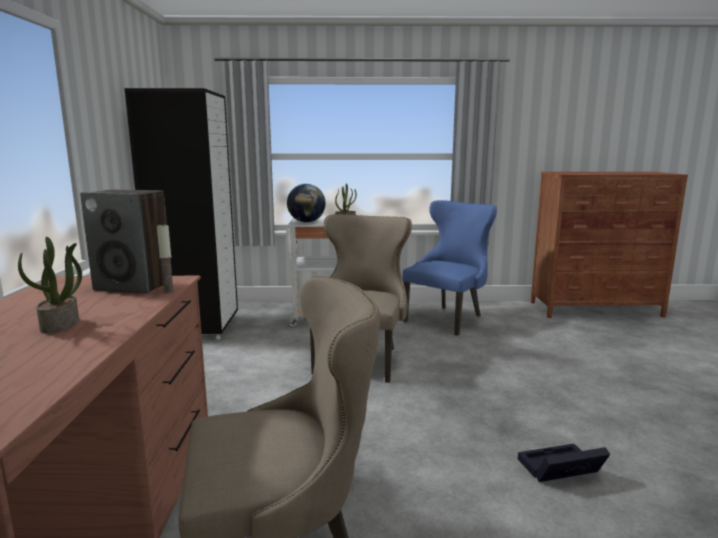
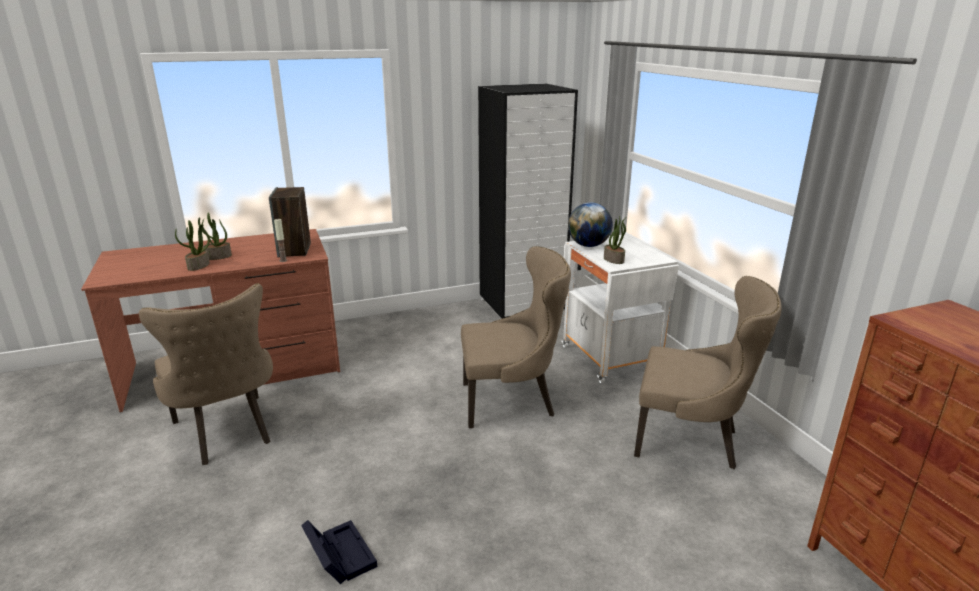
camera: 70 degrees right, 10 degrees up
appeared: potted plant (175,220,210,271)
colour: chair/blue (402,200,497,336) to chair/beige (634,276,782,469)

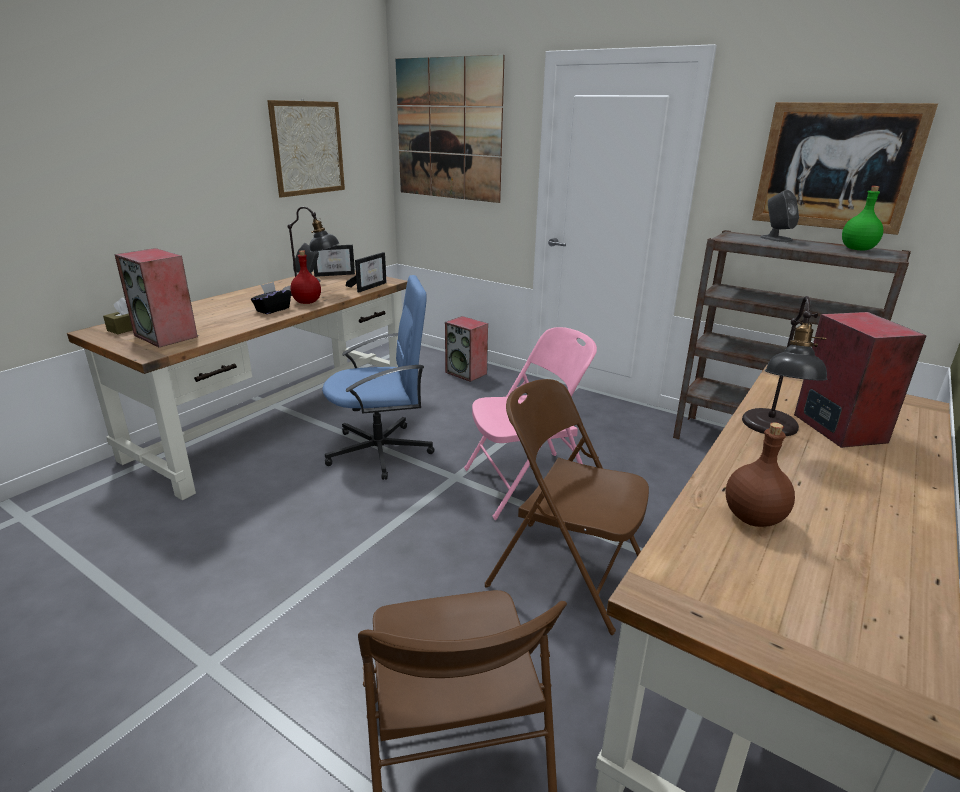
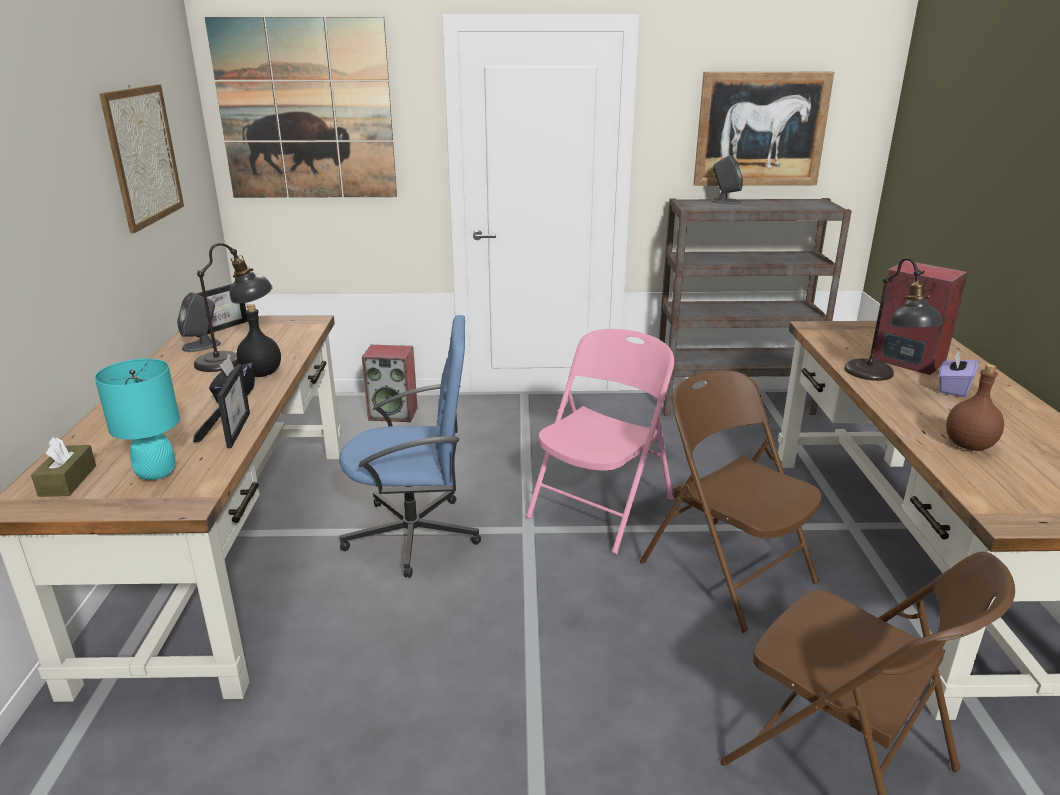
camera: 35 degrees left, 0 degrees up
missing: bottle/green (842,186,883,250)
appeared: tissue box/purple (939,350,978,397)
relocated: picture frame (346,252,387,292) to (193,364,250,448)
exchanged: speaker (114,248,198,347) to table lamp/turquoise (95,359,180,480)
colour: bottle/red (291,250,321,304) to bottle/black (237,304,281,377)
spun: office chair/blue (322,275,435,480) = (339,315,481,578) 45 degrees clockwise; chair/brown (485,379,649,636) = (640,370,822,633) 60 degrees clockwise

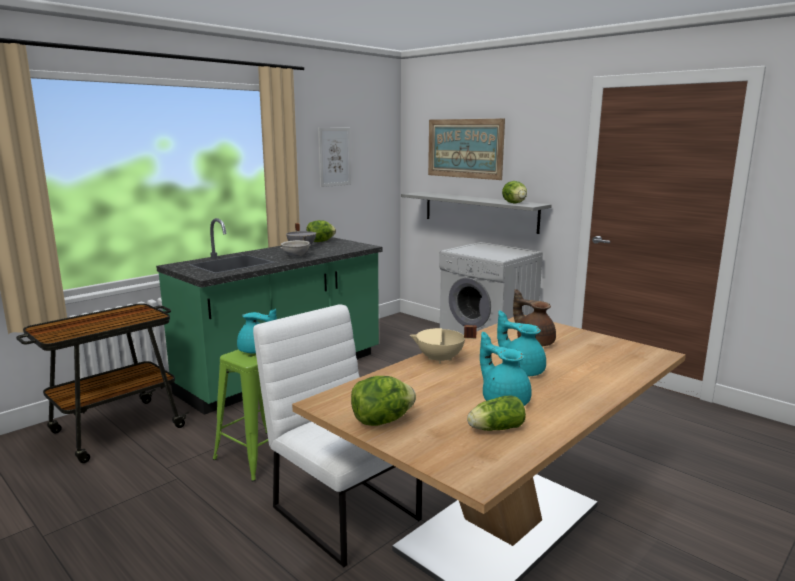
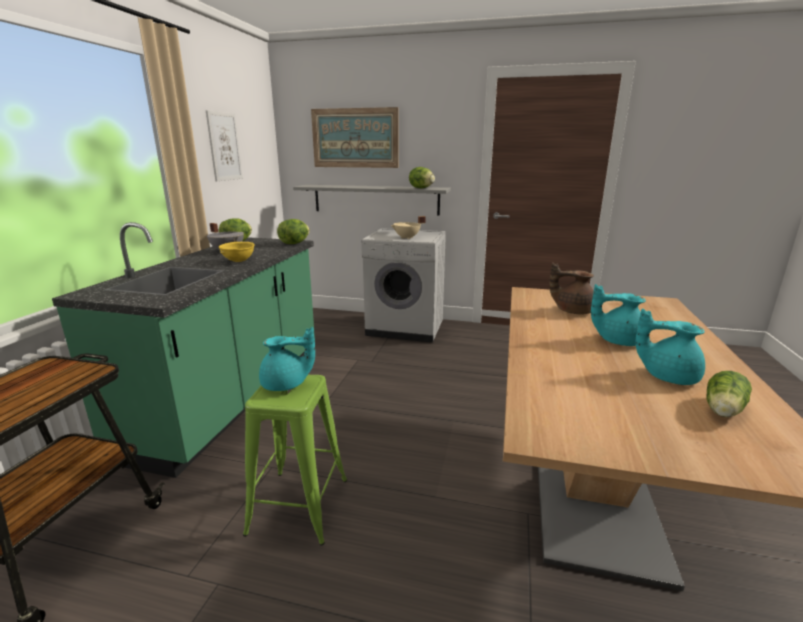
camera: 30 degrees left, 5 degrees up
missing: chair/white (253,304,422,567)
relocated: lettuce (351,376,416,426) to (277,219,310,244); cooking pot/beige (410,325,477,364) to (391,216,426,239)
colour: bowl/grey (280,240,311,257) to bowl/yellow (219,242,255,262)

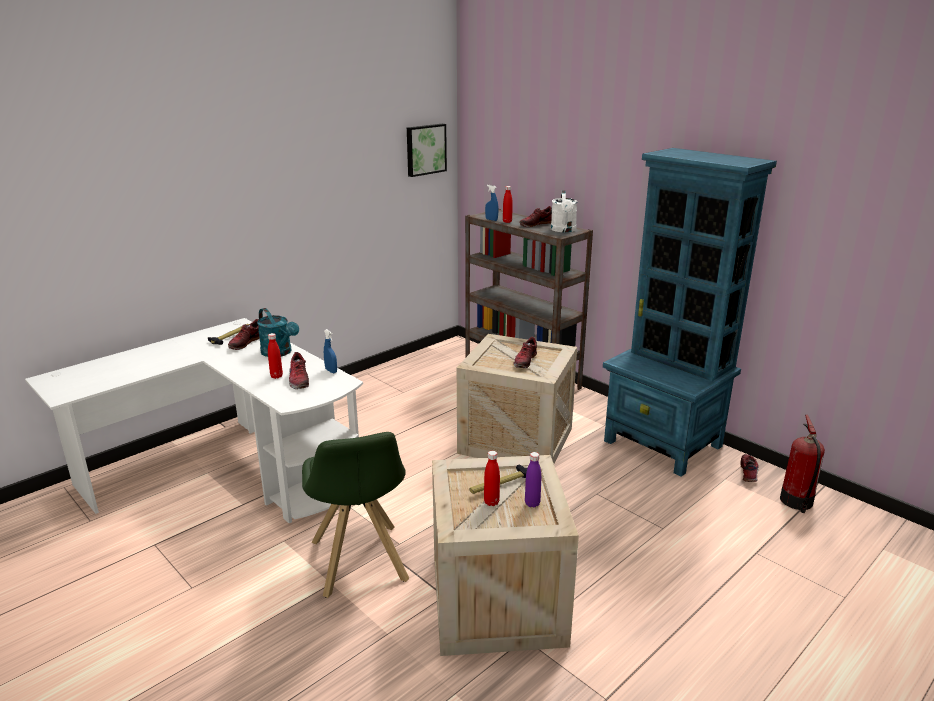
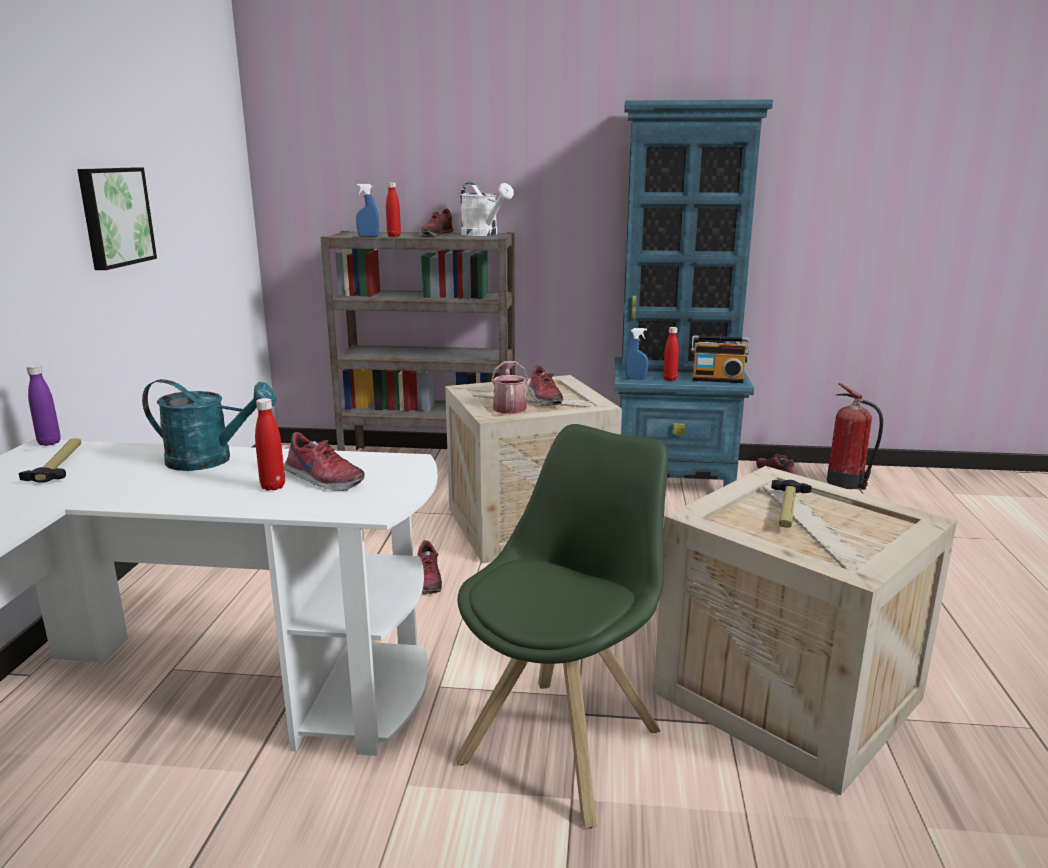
camera: 40 degrees left, 5 degrees down
appeared: watering can (491,361,528,414); radio (691,335,749,383)
relocated: shoe (228,319,260,350) to (417,540,442,595); spray bottle/blue (324,329,337,373) to (625,328,648,380); picture (407,124,447,177) to (77,168,157,270); bottle/red (484,451,500,506) to (663,327,679,381); bottle/purple (525,452,541,508) to (27,365,61,446)
spun: chair/green (302,432,409,598) = (456,424,668,828) 90 degrees counterclockwise

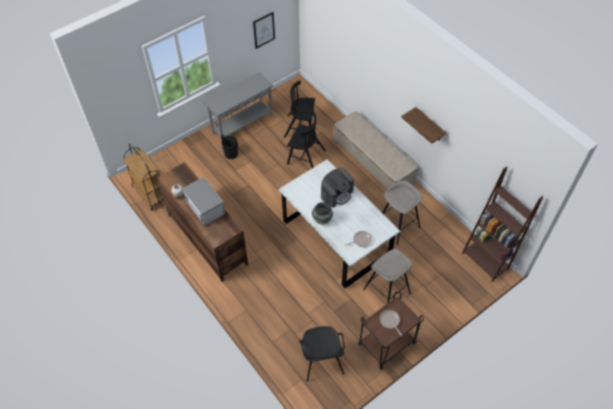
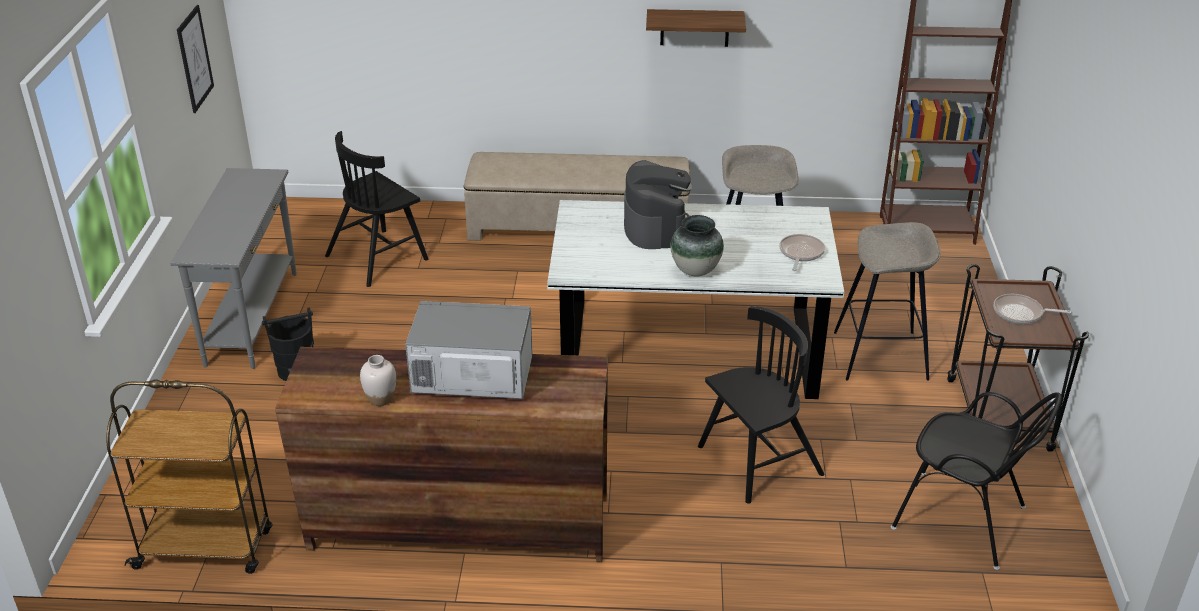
camera: 50 degrees left, 20 degrees down
relocated: chair/black (287,112,326,168) to (698,306,824,504)

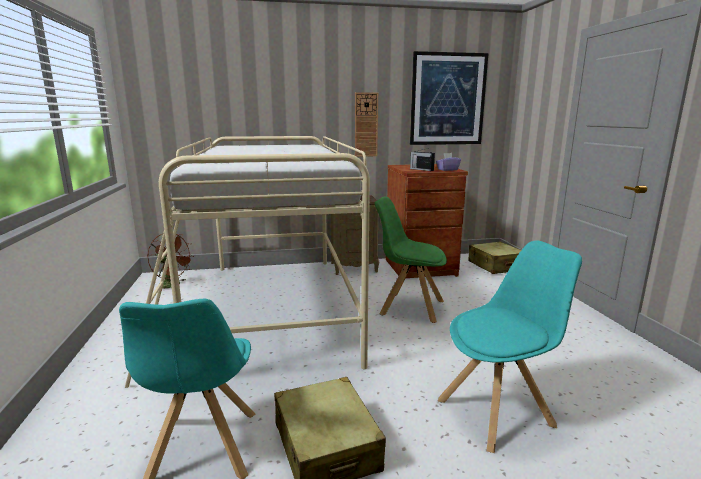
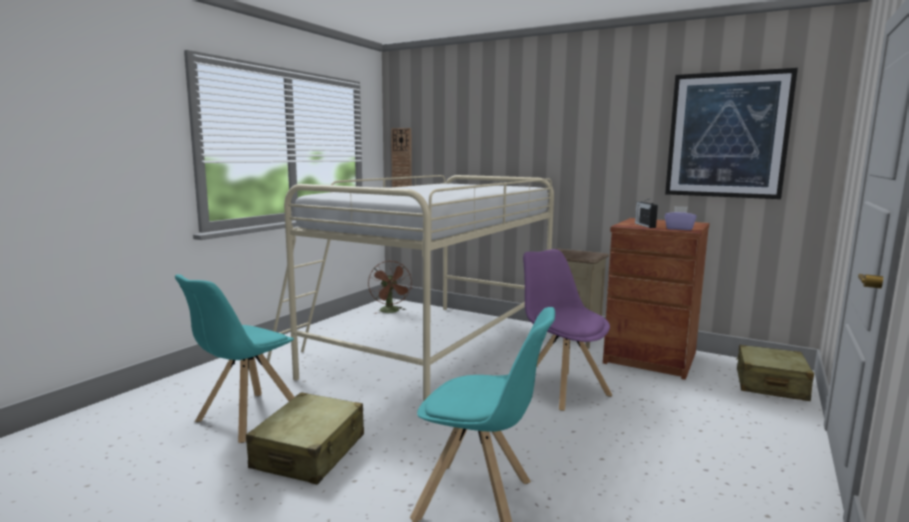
camera: 40 degrees right, 5 degrees down
relocated: wall clock (355,92,378,157) to (391,128,412,187)
colour: chair/green (374,196,447,323) to chair/purple (523,249,612,411)

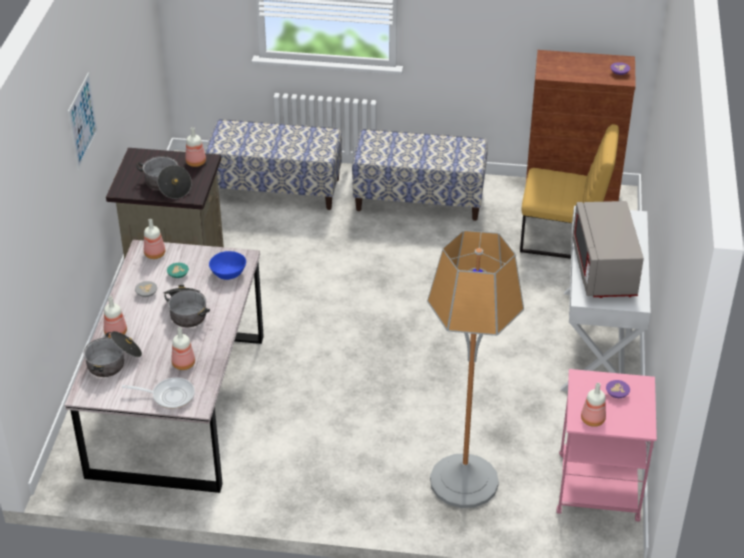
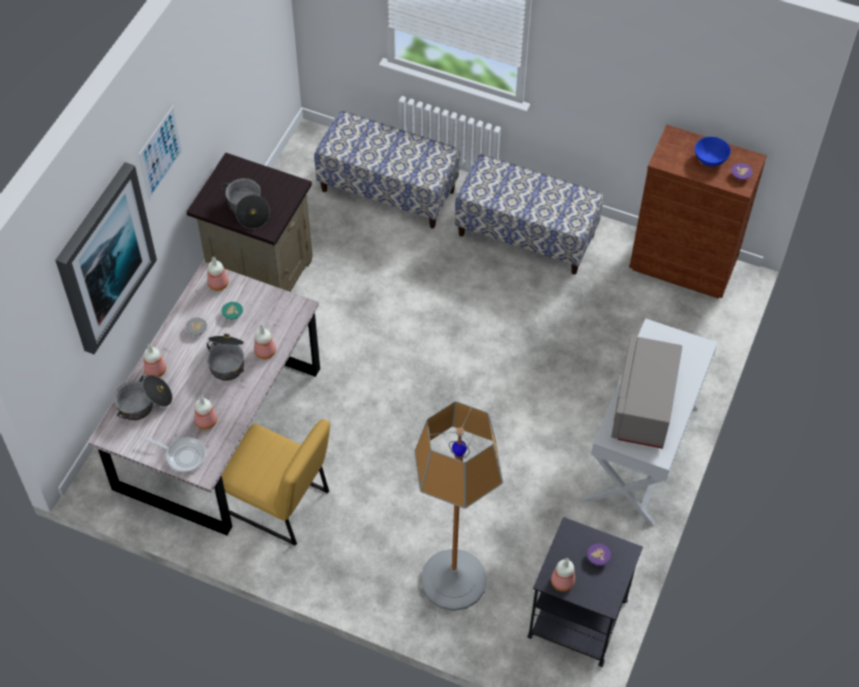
camera: 15 degrees right, 15 degrees up
appeared: picture (55,162,157,354)
relocated: bottle (185,127,206,167) to (254,325,276,359); bowl/blue (209,251,246,280) to (695,137,731,166); chair/yellow (520,124,619,259) to (221,419,330,546)
colour: cart/pink (557,369,657,522) to cart/black (527,517,643,667)

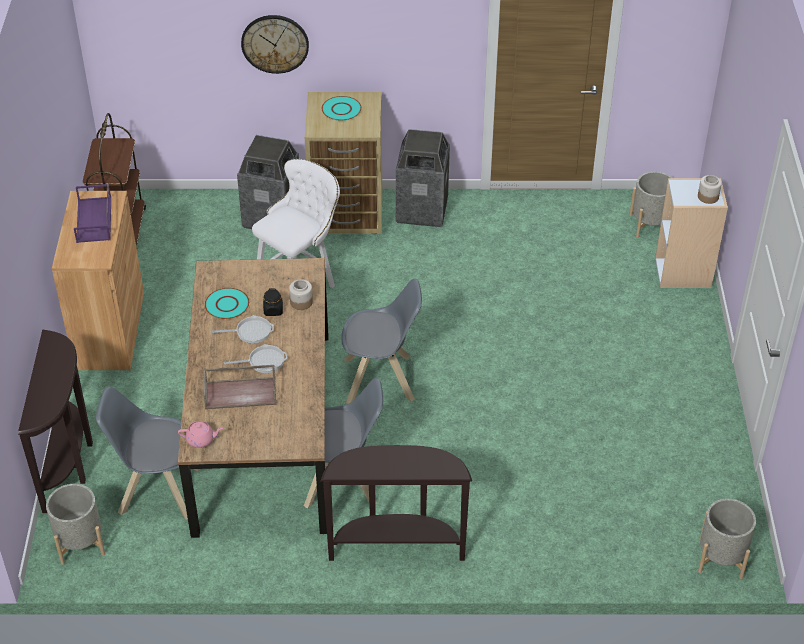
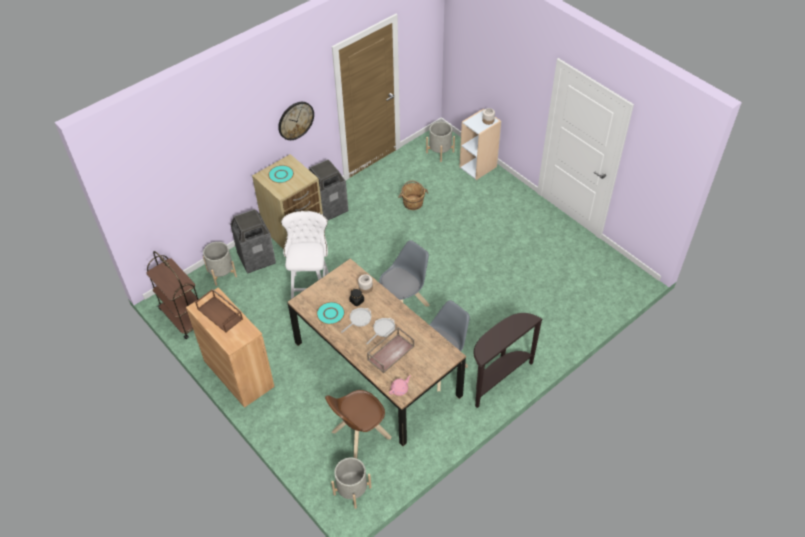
camera: 40 degrees left, 5 degrees up
missing: console table/brown (18,330,93,513)
appeared: bucket/brown (398,180,428,210)
relocated: wall clock (241,15,309,74) to (278,102,314,140); planter/grey (698,498,756,579) to (203,242,237,286)
colour: tray/purple (74,184,111,243) to tray/brown (195,289,243,333); chair/grey (96,386,200,520) to chair/brown (325,390,392,459)

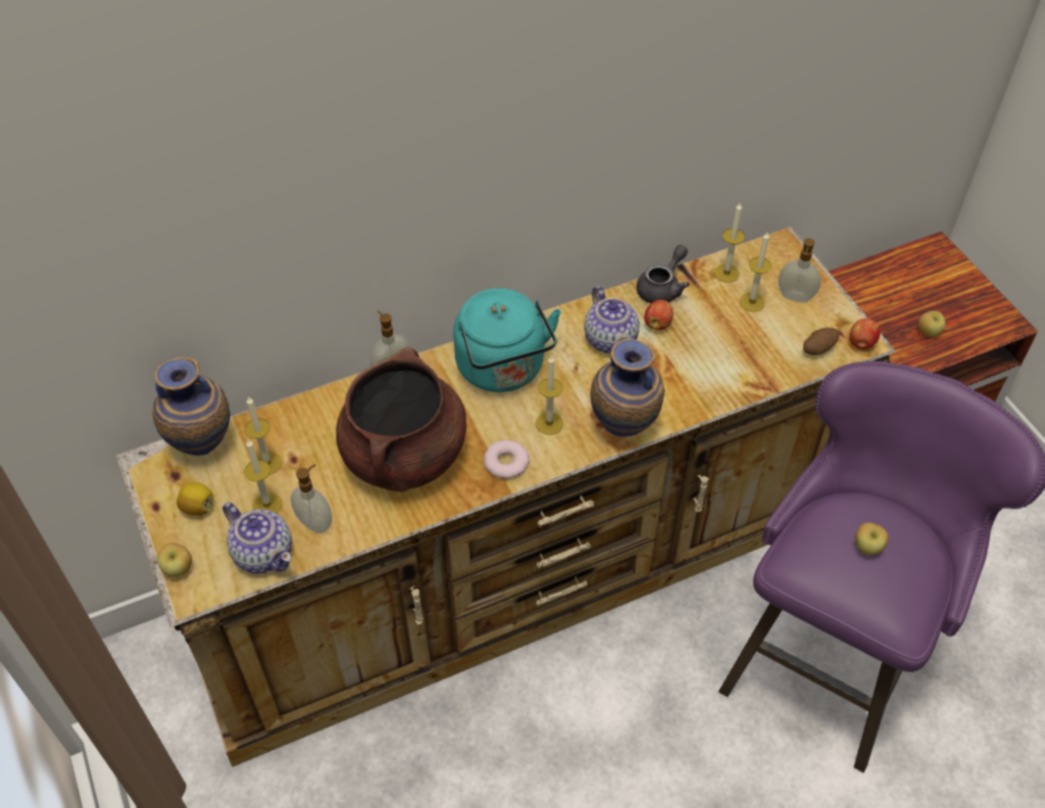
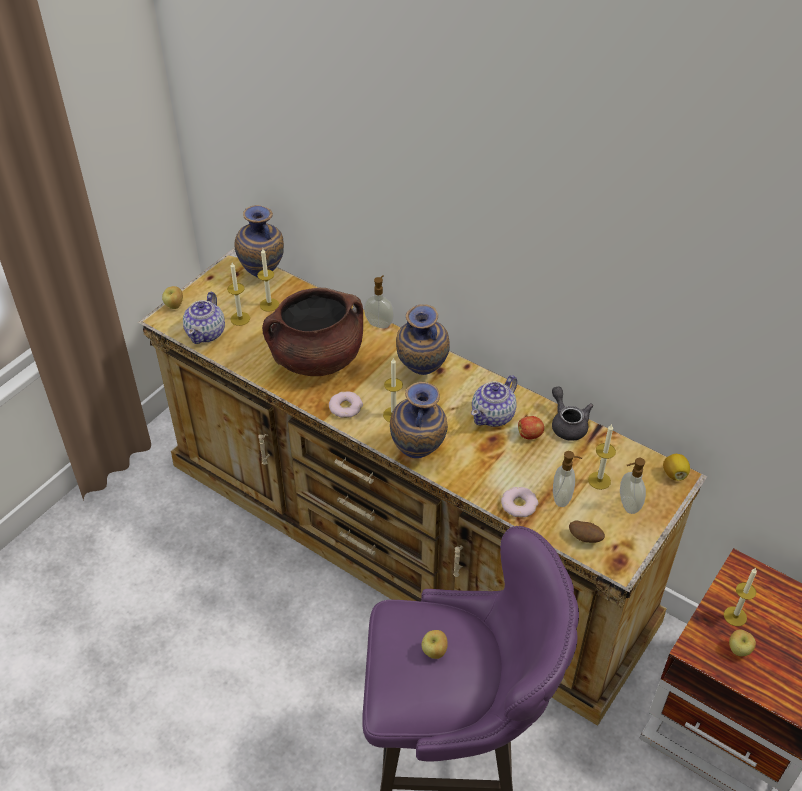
camera: 60 degrees right, 5 degrees down
missing: apple (850,318,880,349)
appeared: donut (501,487,539,517)
relocated: lemon (176,482,214,515) to (663,454,690,481); soap dispenser (290,464,332,533) to (553,451,582,507); candle (714,203,745,283) to (724,568,757,626)
exchanged: kettle/turquoise (453,288,561,392) to vase (396,304,450,375)
spun: teapot/grey (636,245,690,303) = (552,387,593,441) 120 degrees counterclockwise

